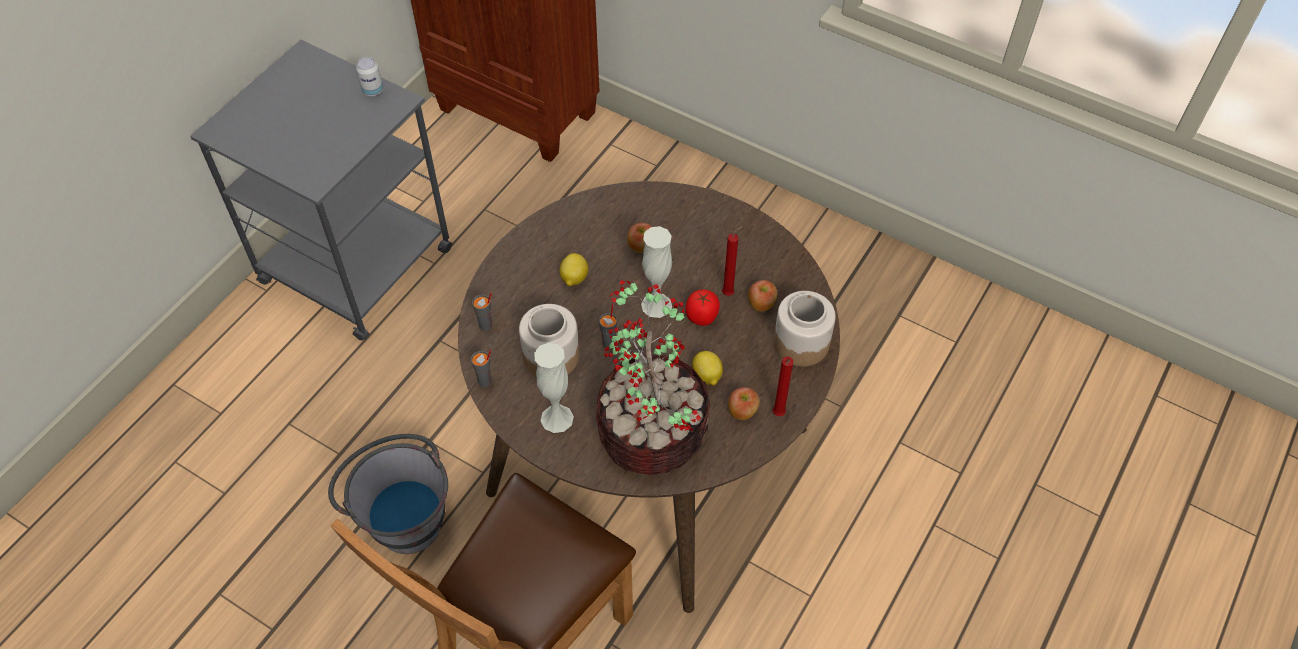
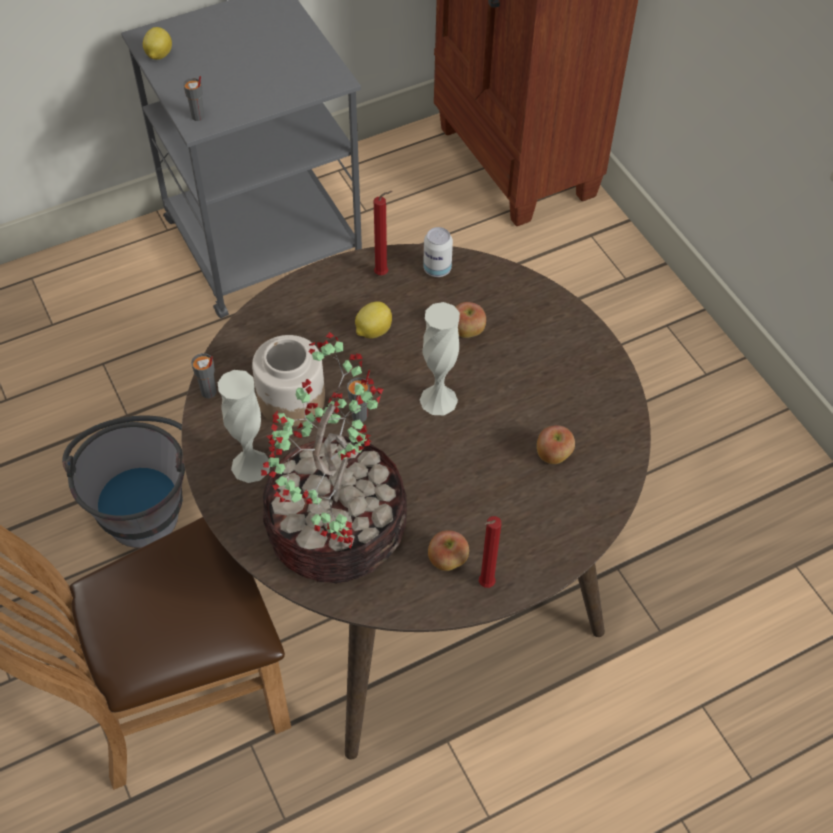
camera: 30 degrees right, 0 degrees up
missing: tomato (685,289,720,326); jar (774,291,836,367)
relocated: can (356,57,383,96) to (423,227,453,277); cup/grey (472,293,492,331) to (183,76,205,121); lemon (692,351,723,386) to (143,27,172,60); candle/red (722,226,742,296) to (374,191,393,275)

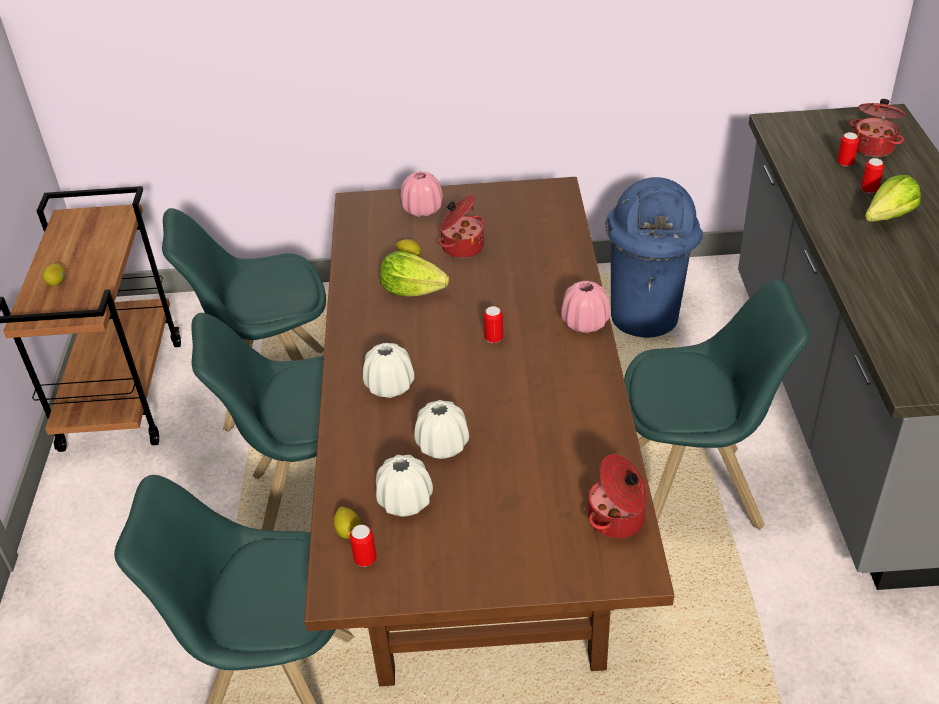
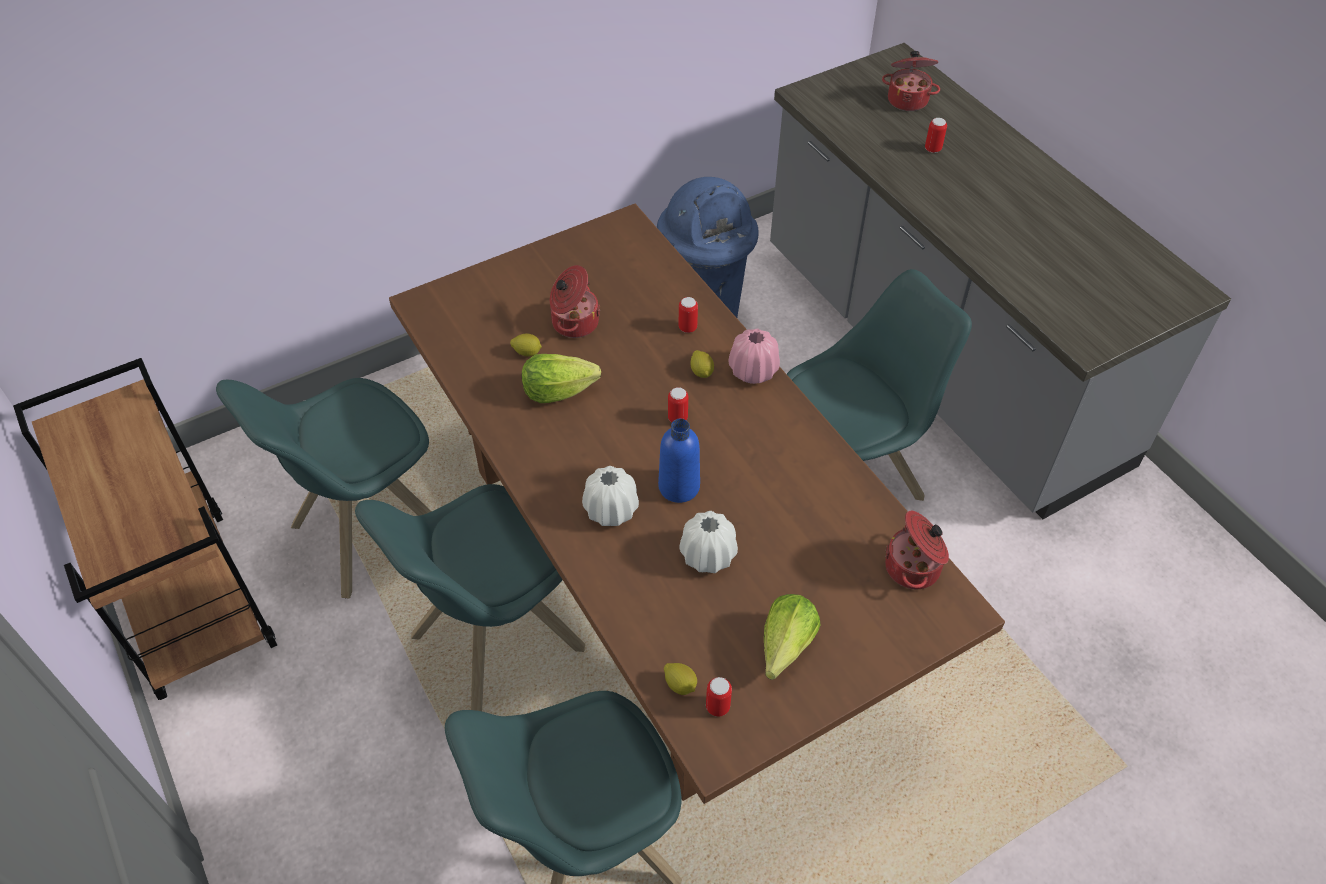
camera: 30 degrees left, 10 degrees up
missing: vase/white (376,455,433,516); vase/pink (401,171,443,217)
appeared: bottle/blue (658,419,700,503)
relocated: lemon (43,263,65,286) to (691,350,714,378); can (837,132,859,166) to (679,297,698,333); lettuce (865,175,921,222) to (764,594,820,680)

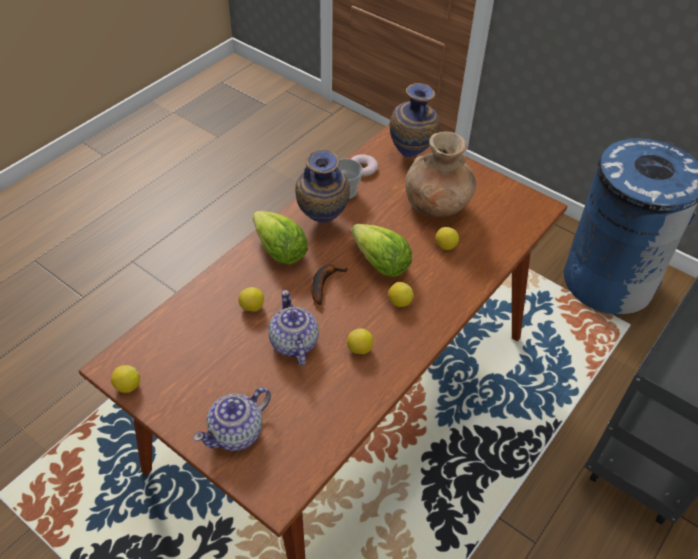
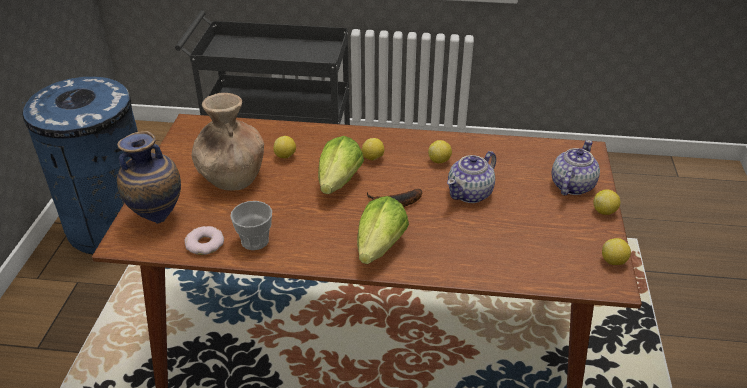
camera: 120 degrees left, 10 degrees down
missing: vase (295,149,350,223)
relocated: lemon (238,287,264,312) to (593,189,620,215)
spun: teapot (193,387,271,451) = (552,140,600,195) 75 degrees counterclockwise

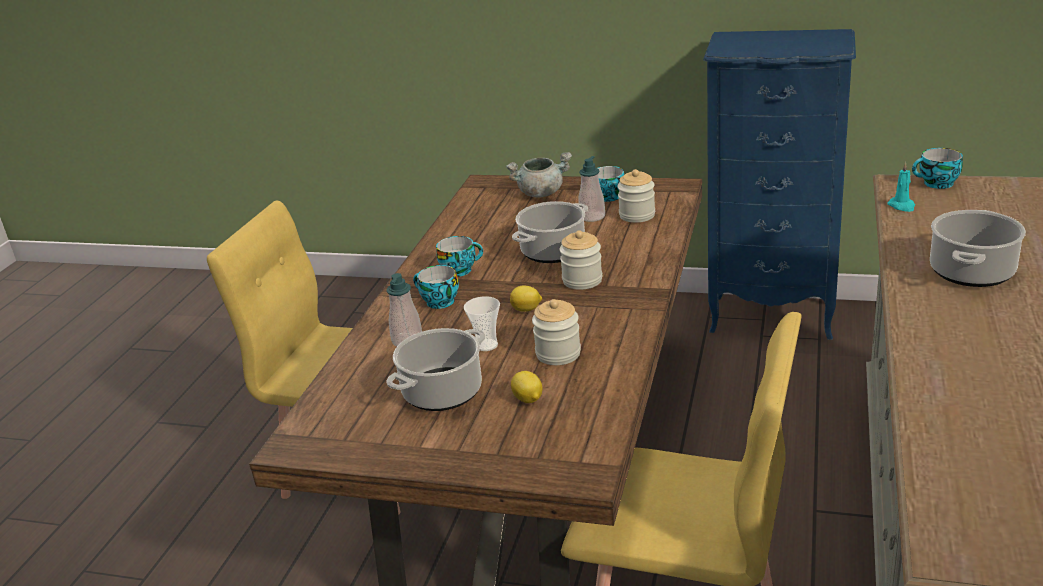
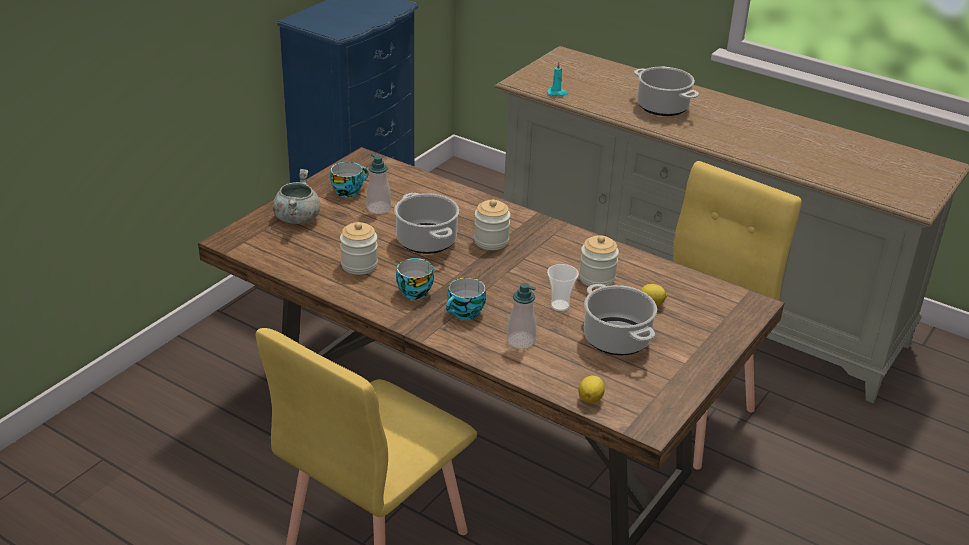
camera: 75 degrees left, 5 degrees up
missing: cup (912,148,963,189)
relocated: lemon (510,286,542,312) to (578,376,605,404); jar (617,169,655,223) to (340,222,378,275)

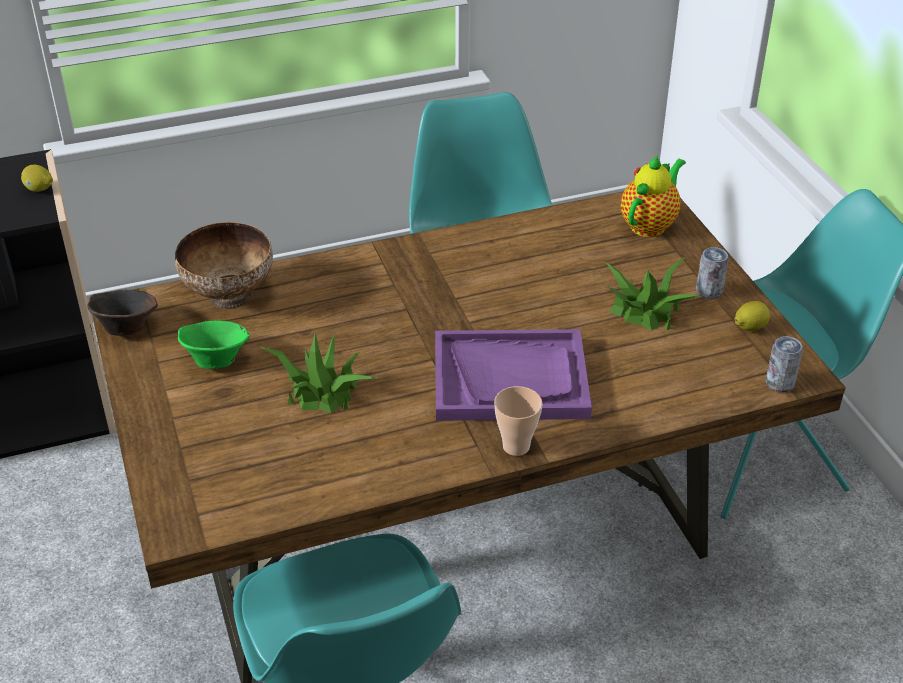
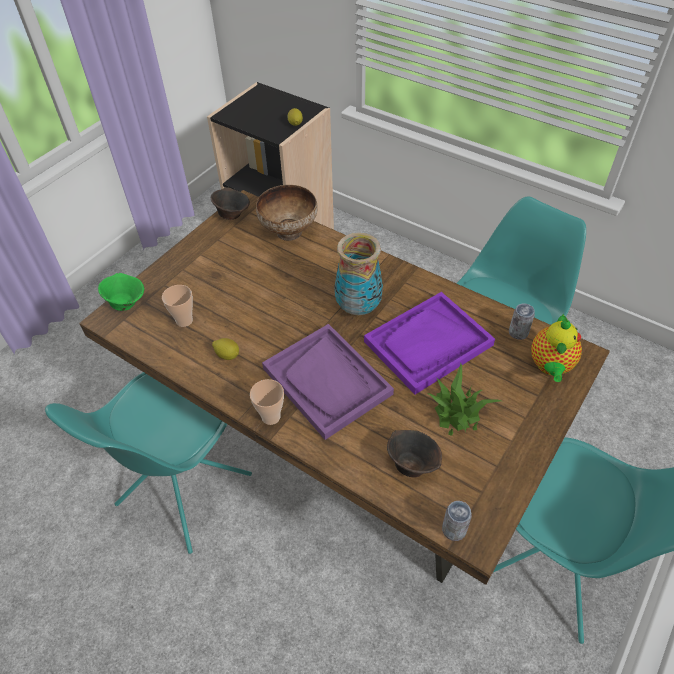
camera: 55 degrees right, 10 degrees up
missing: potted plant (257,331,378,413)
appeared: cup (162,285,193,327); vase (334,233,383,315); tray/purple (364,292,495,395); bowl/brown (387,430,442,478)
relocated: bowl/green (178,321,250,369) to (98,273,144,311); can (696,247,729,299) to (509,303,535,340); lemon (734,301,770,331) to (212,338,239,360)
spun: teapot (621,155,686,237) = (531,314,582,382) 105 degrees clockwise

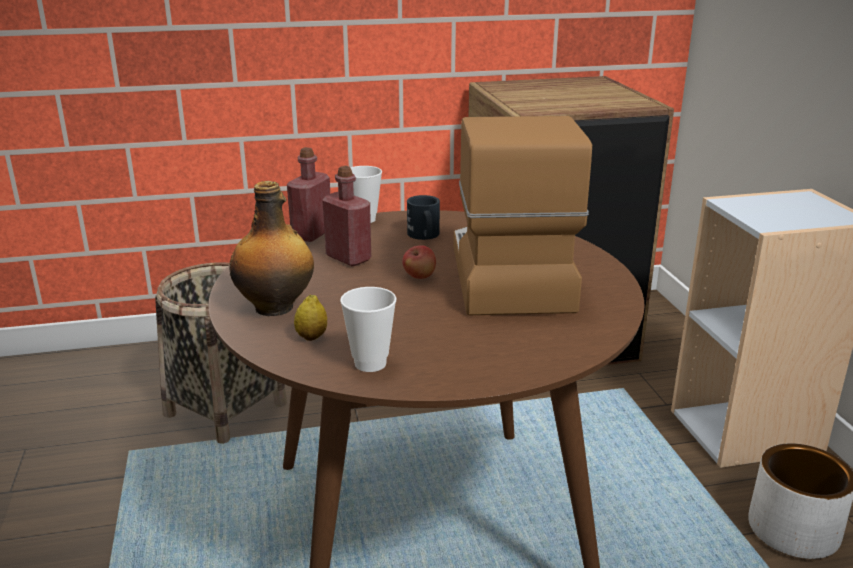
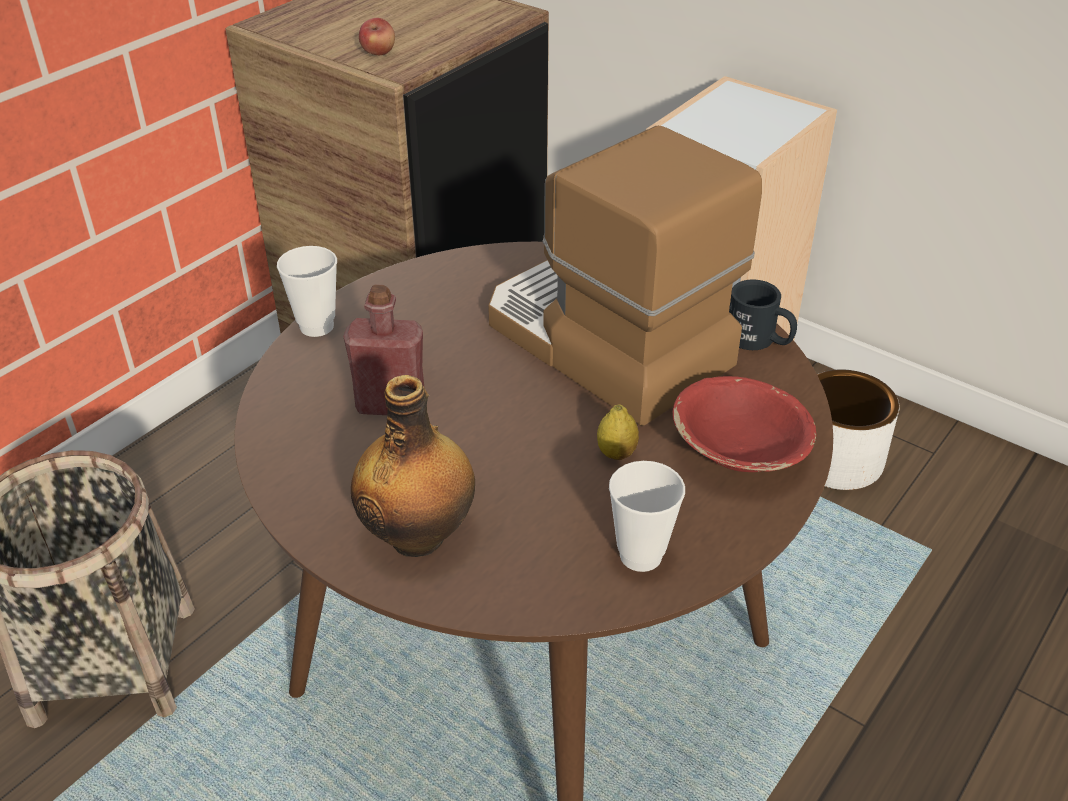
camera: 40 degrees left, 15 degrees up
missing: bottle/red (287,147,330,242)
appeared: bowl/red (673,376,816,472)
relocated: lemon (294,295,327,341) to (597,404,639,460); apple (402,245,436,279) to (359,18,395,55); mug/black (407,195,440,240) to (729,279,797,350)

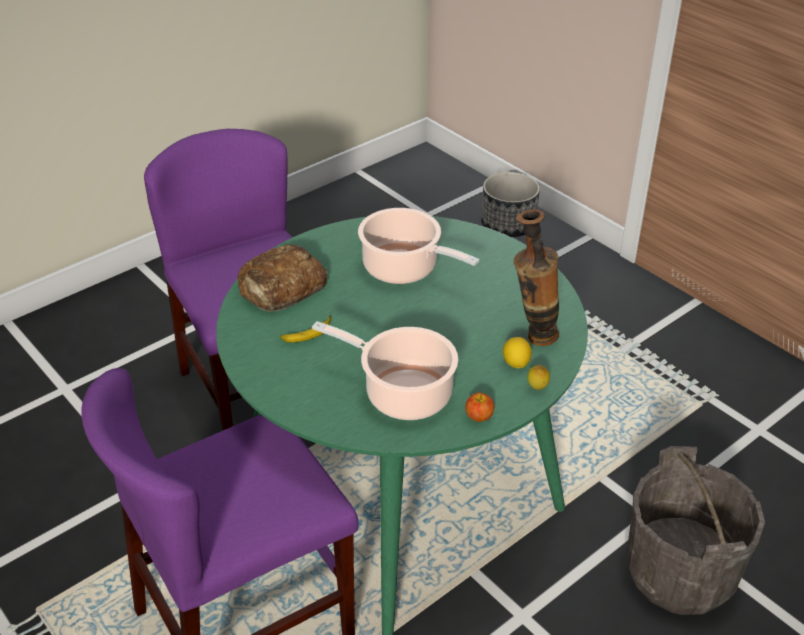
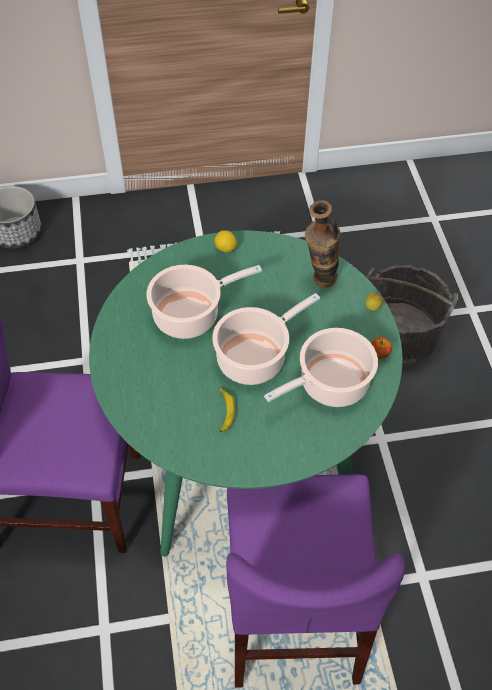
camera: 60 degrees left, 15 degrees up
missing: bread (237,244,328,312)
appeared: cooking pot (212,293,320,385)
relocated: lemon (503,337,532,369) to (214,230,237,253)

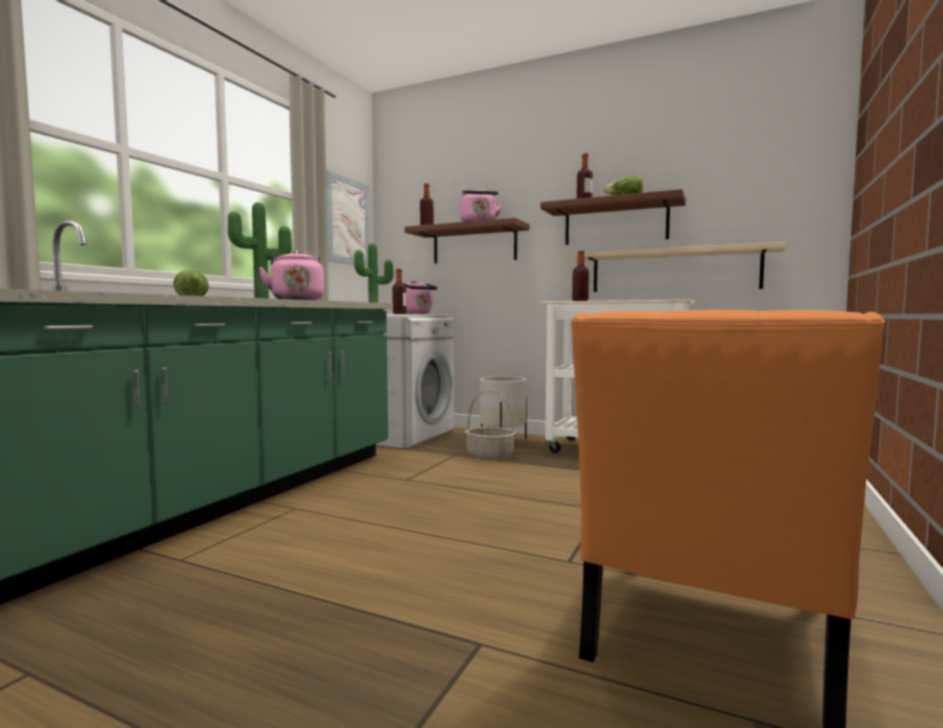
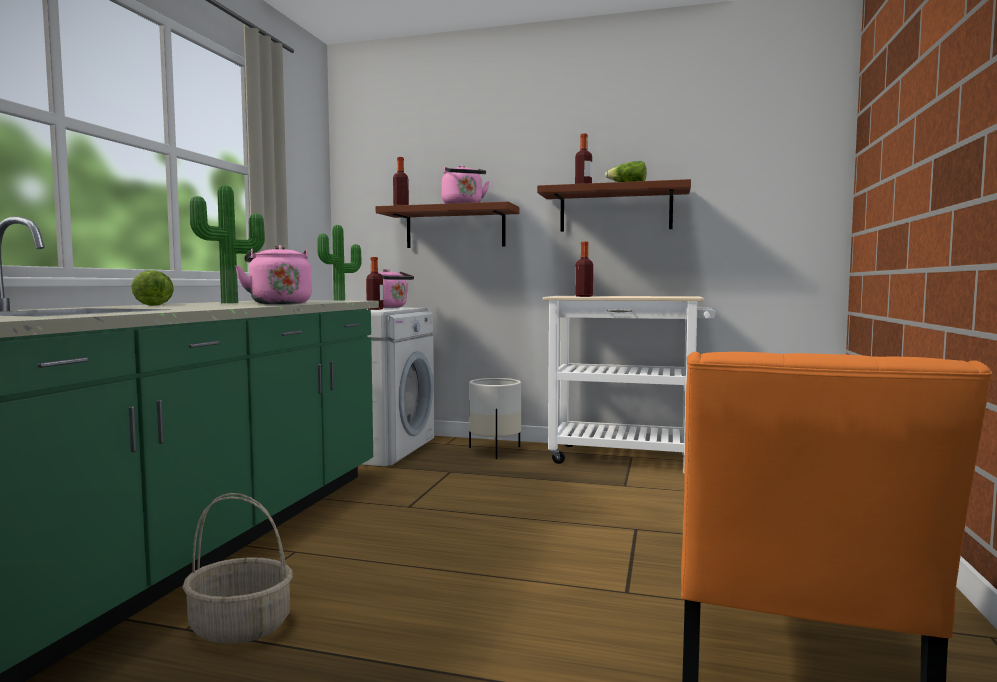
camera: 10 degrees left, 0 degrees up
missing: picture (326,171,369,267); shelf/beige (572,242,786,292)
relocated: basket (465,390,516,461) to (182,493,293,644)

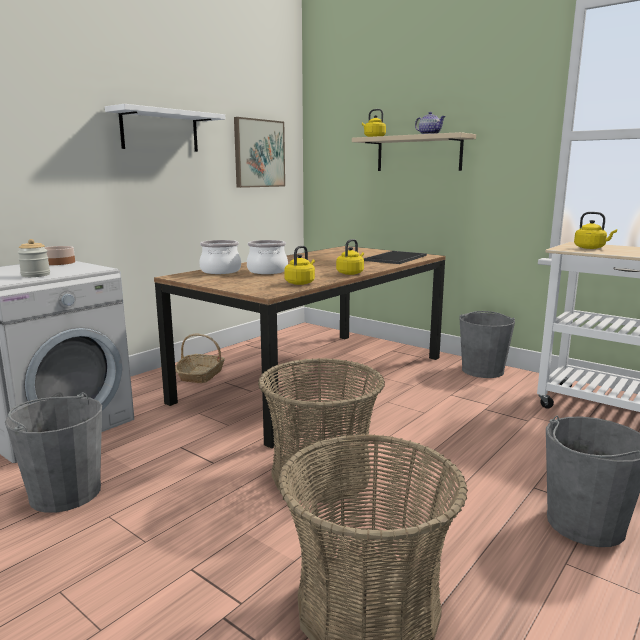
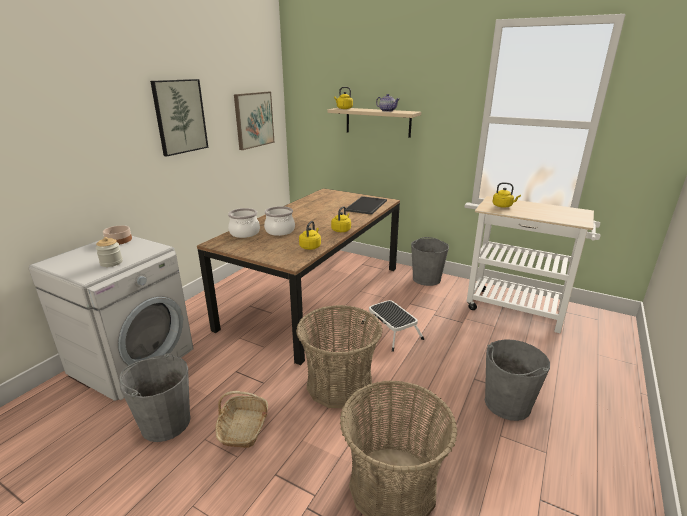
camera: 10 degrees left, 10 degrees up
appeared: step ladder/black (361,300,424,352)
relocated: basket (175,334,225,383) to (215,391,268,448)
exchanged: shelf/white (105,104,225,152) to picture (150,79,208,156)

